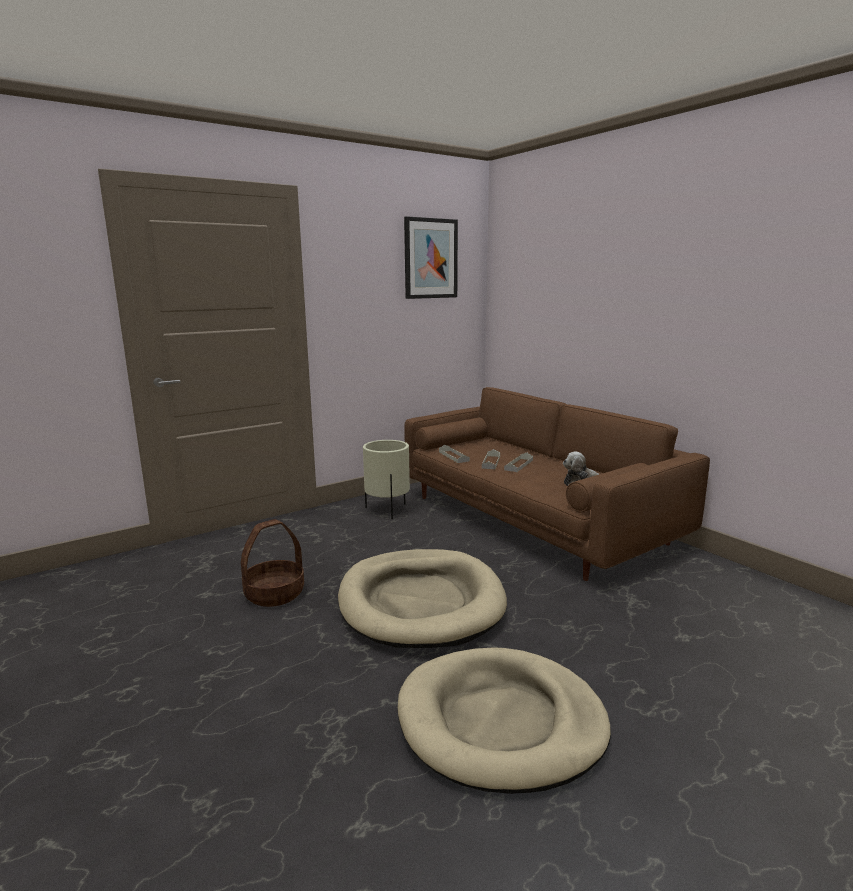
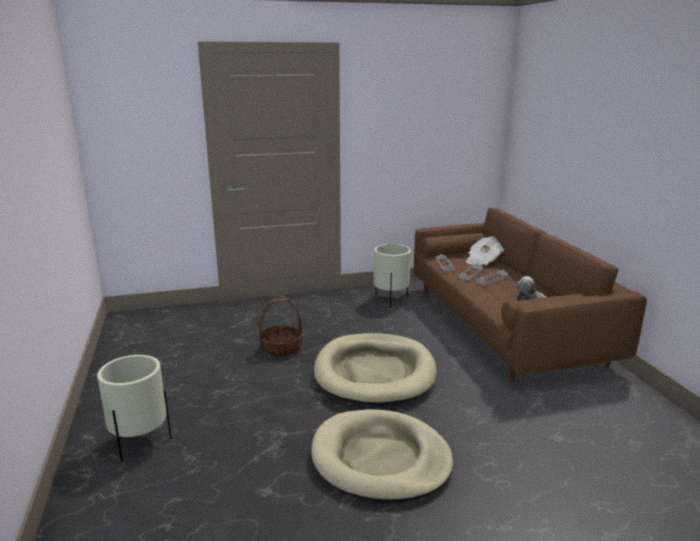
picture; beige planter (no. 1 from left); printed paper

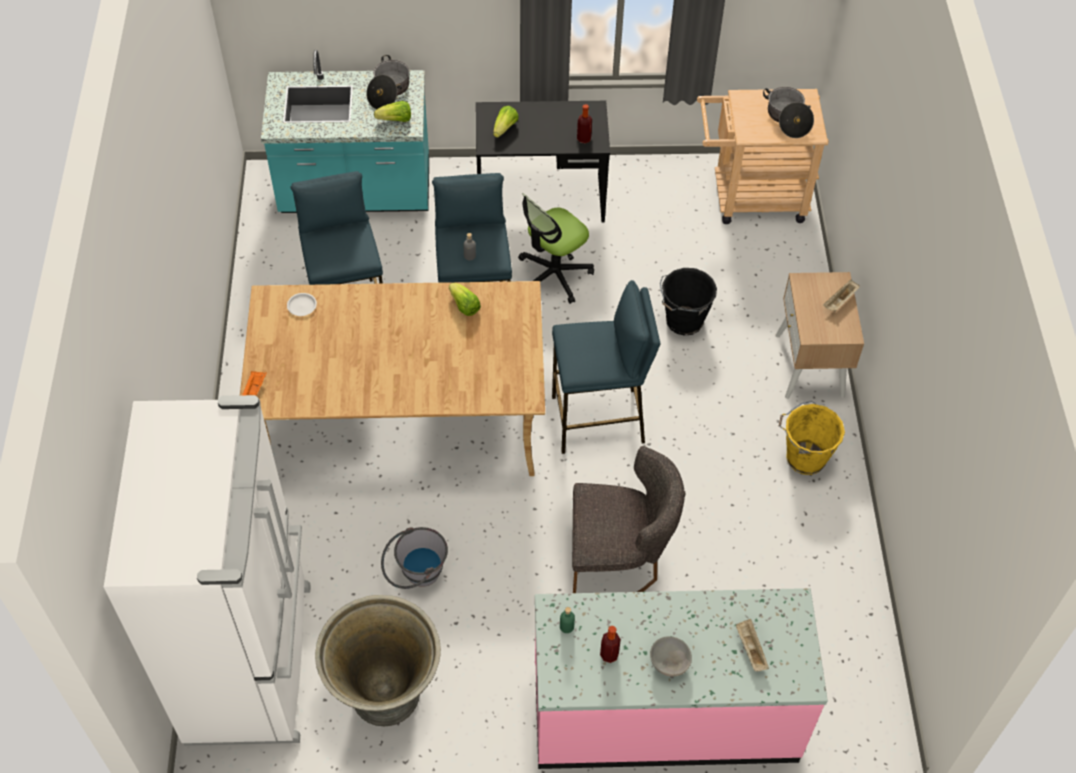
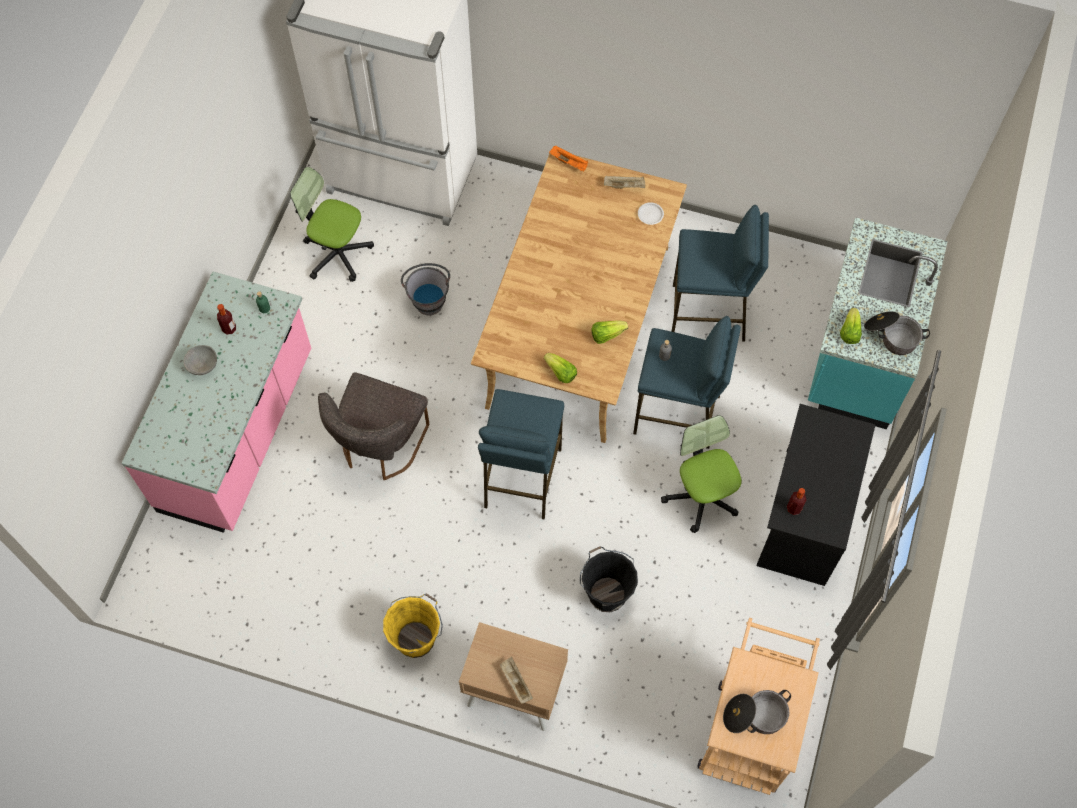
head of lettuce (no. 1 from left); beige serving tray (no. 2 from left); computer chair (no. 1 from left)

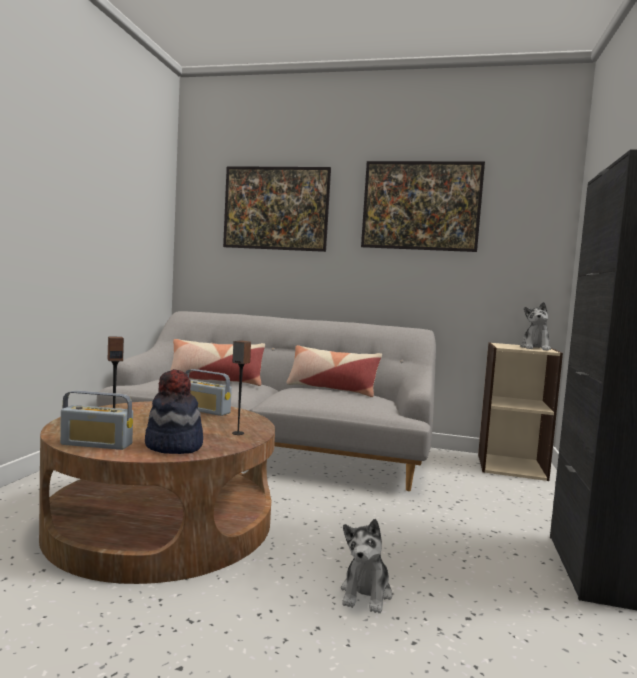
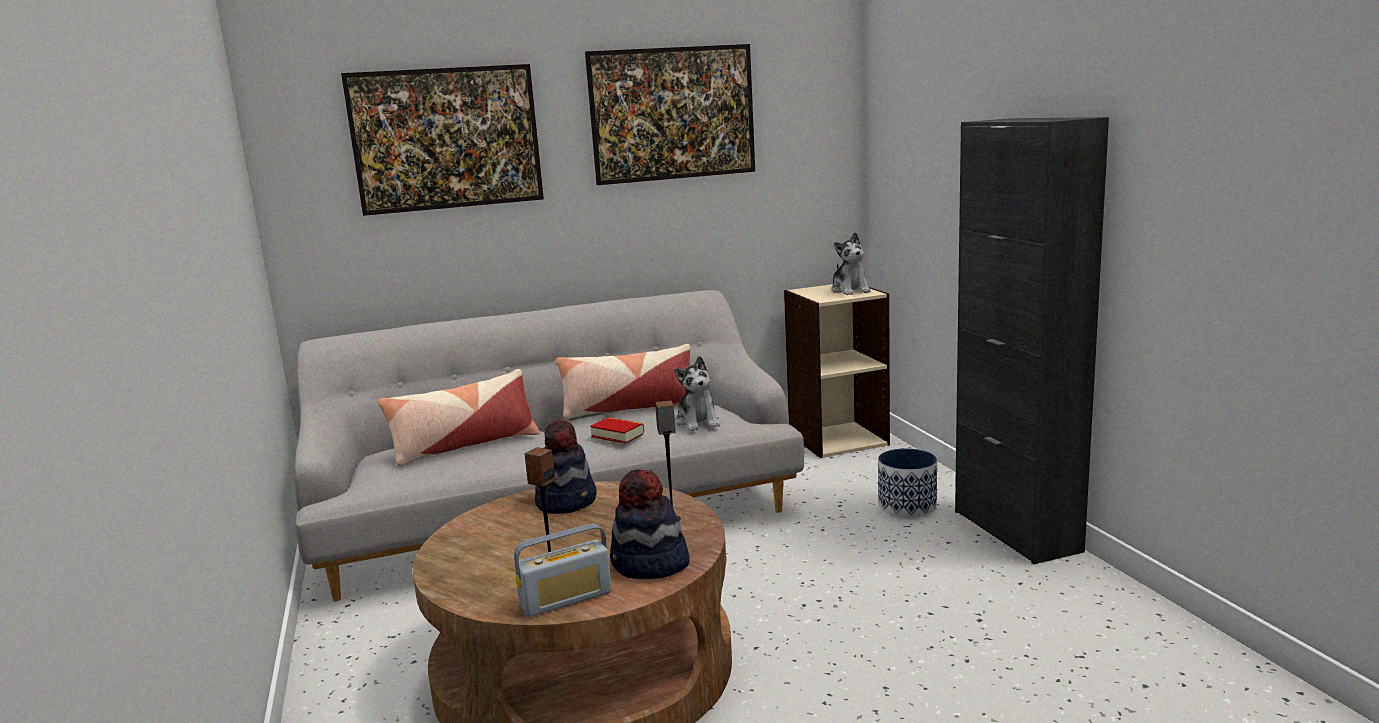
volume; planter; cuddly toy (no. 1 from left); clothing hat (no. 1 from left)

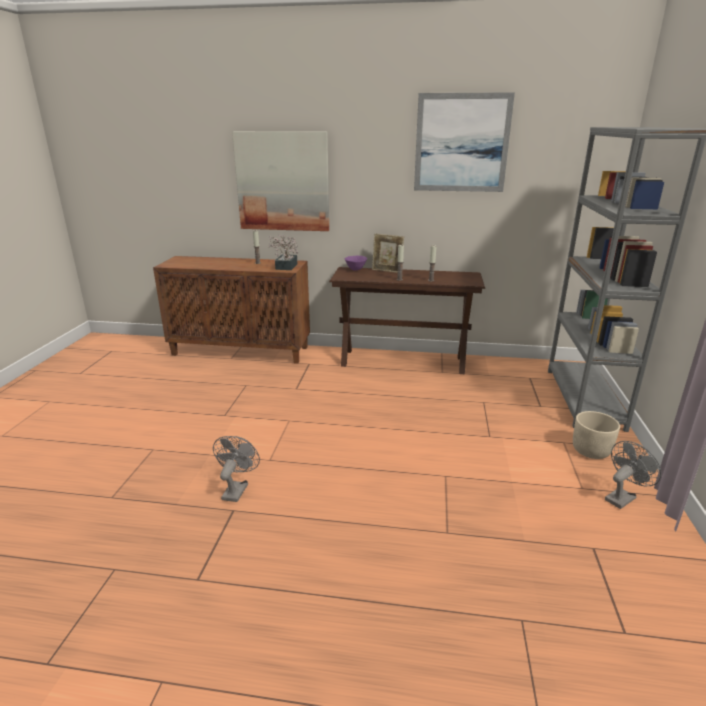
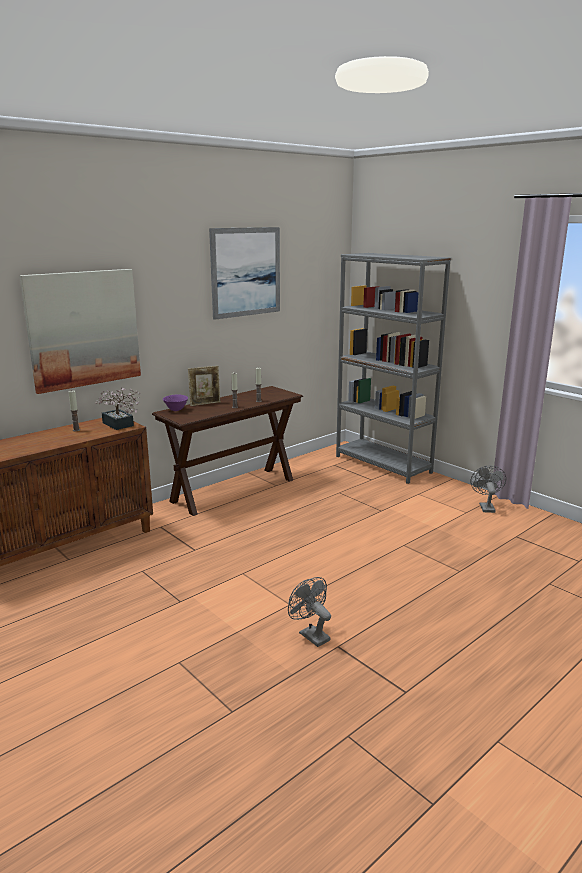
beige planter

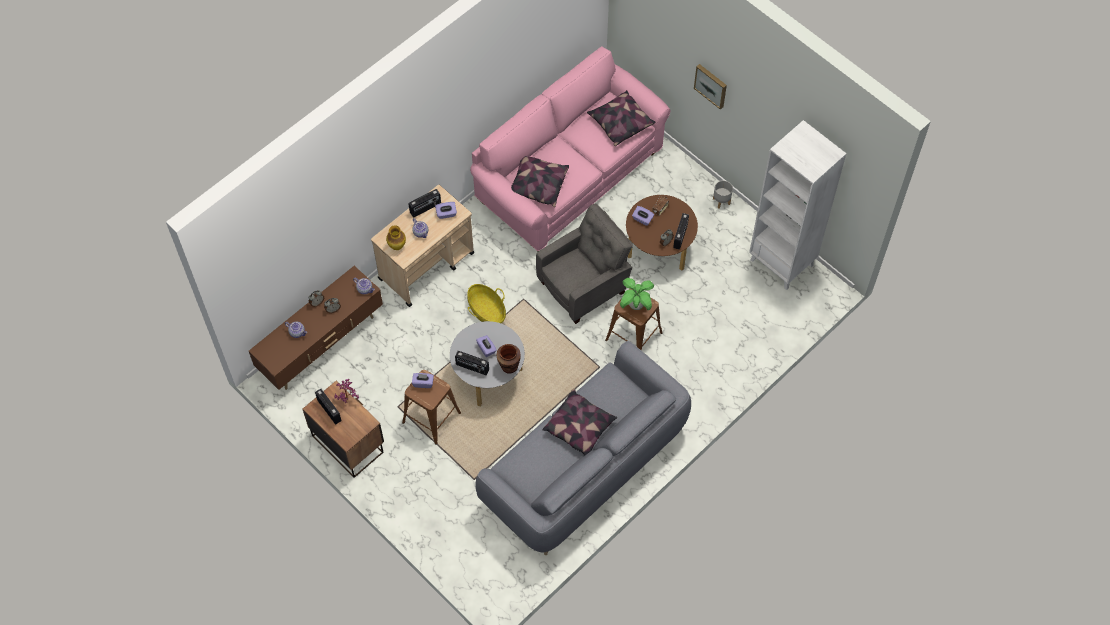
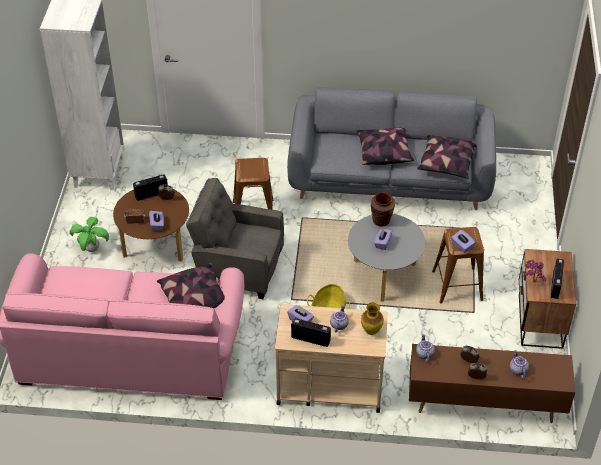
radio set (no. 3 from left in the first image); picture; greyish planter; cushion (no. 3 from left); plant in a pot (no. 1 from left)

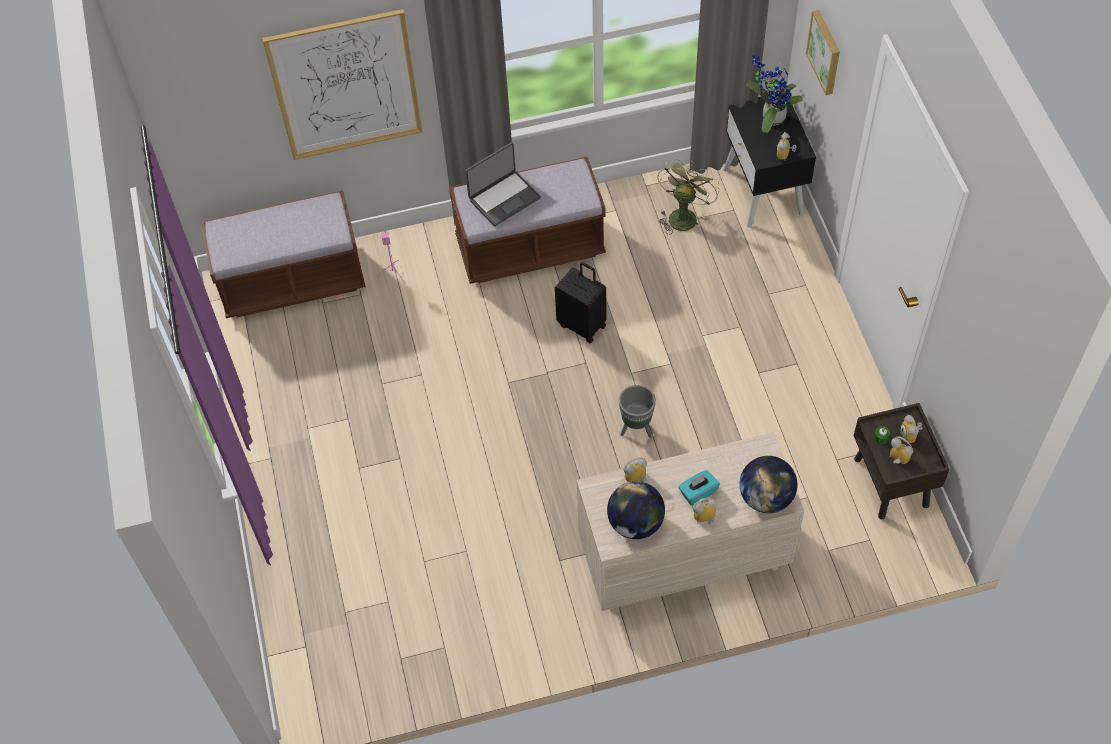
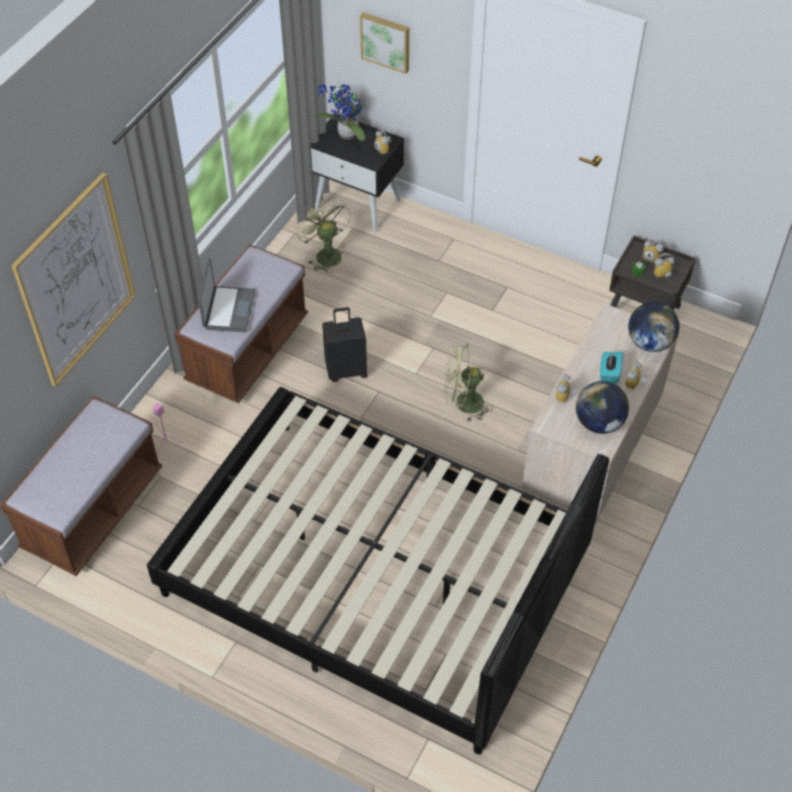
black-coloured sleeping bed; green-coloured electric fan (no. 2 from left)

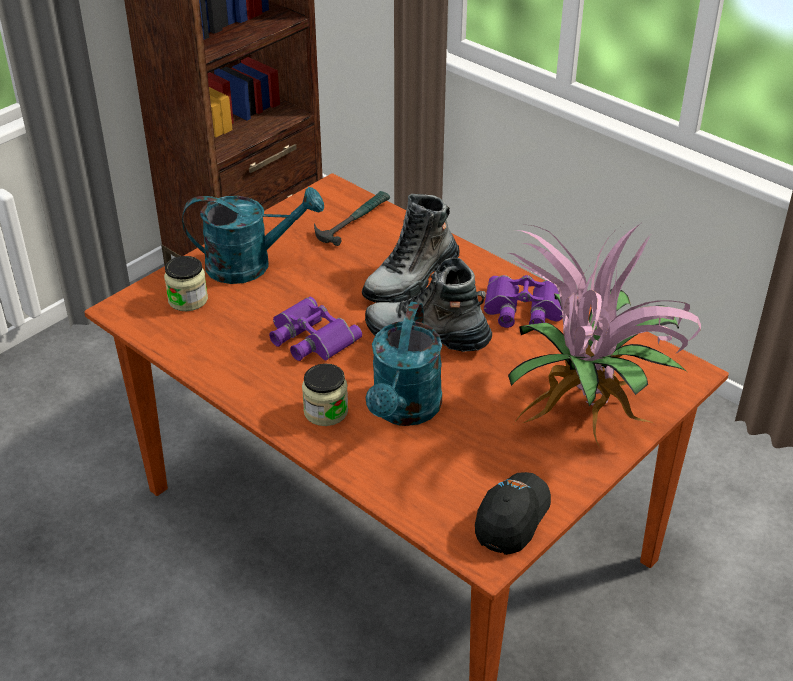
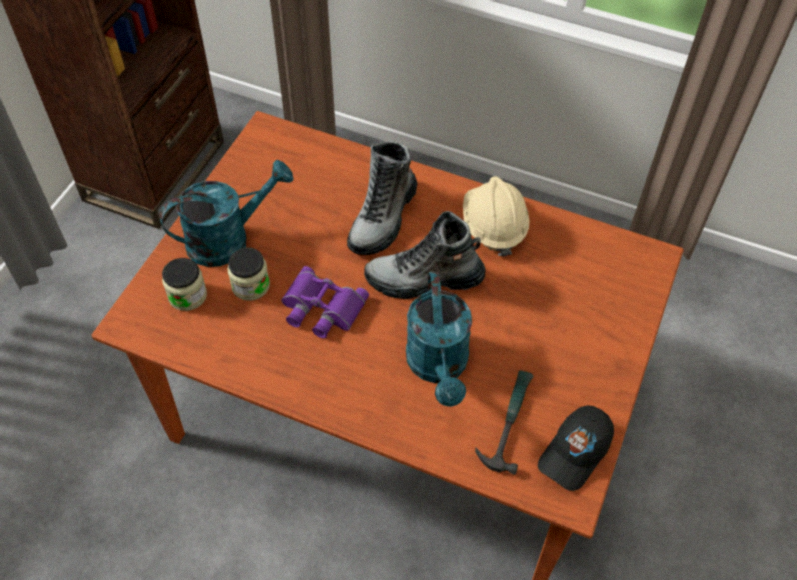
plant in a pot; preserve jar (no. 2 from left); hammer; beige hard hat; black-coloured peaked cap

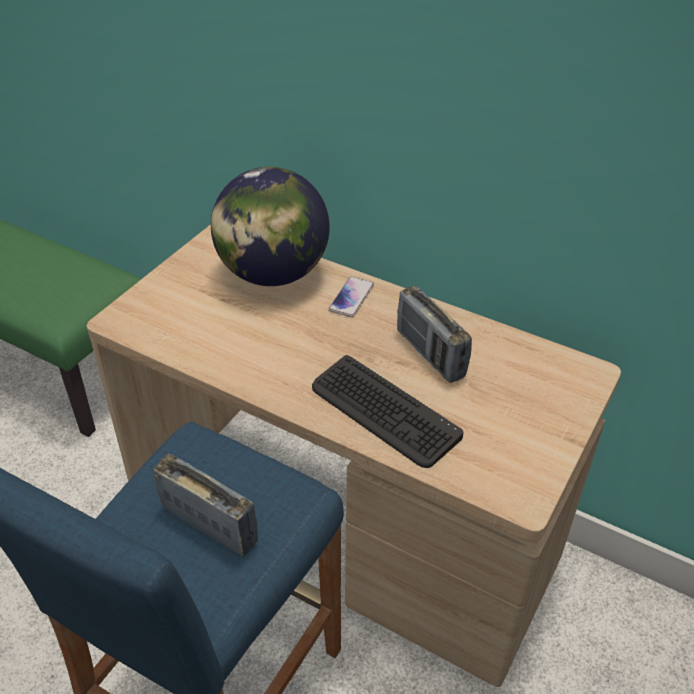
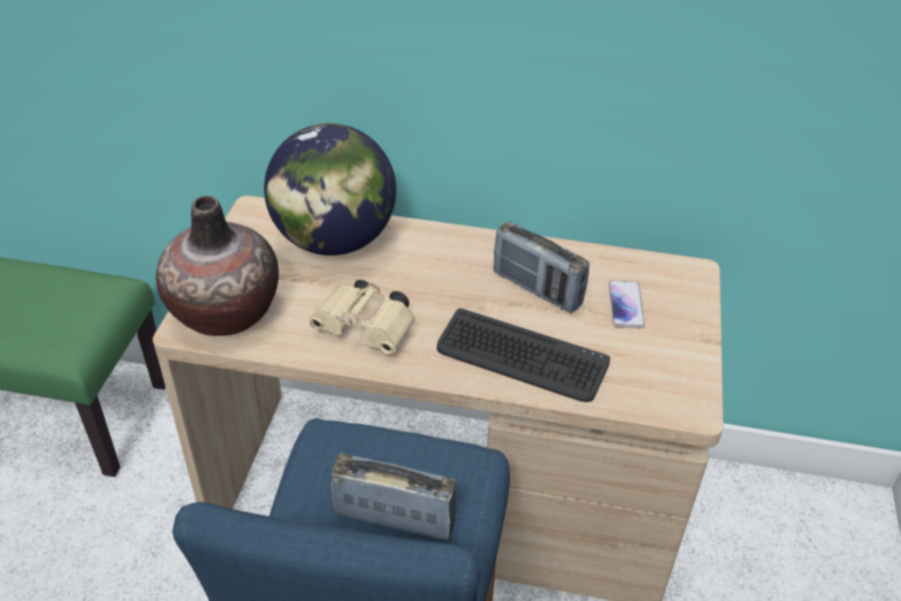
flower vase; beige field glasses; handset

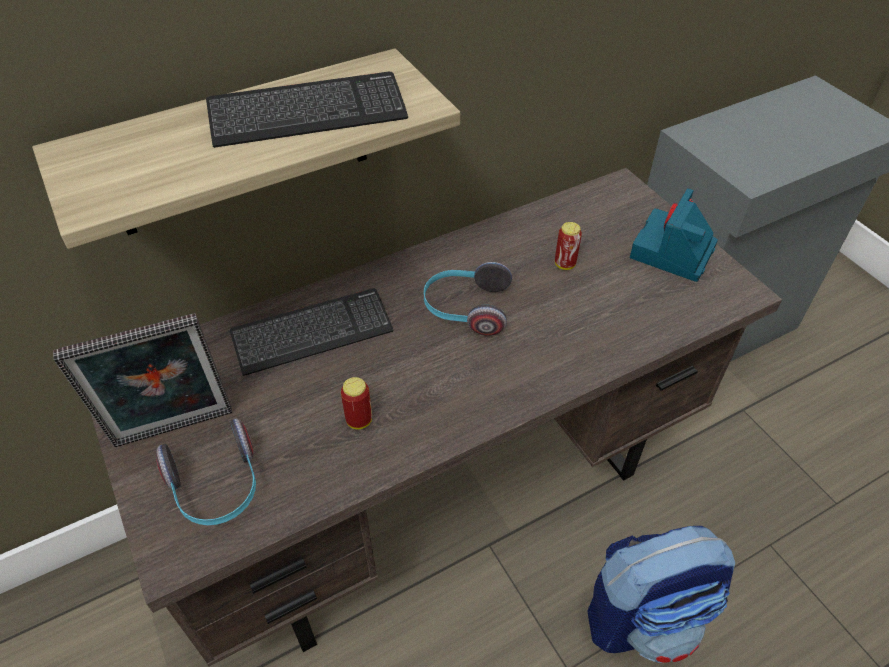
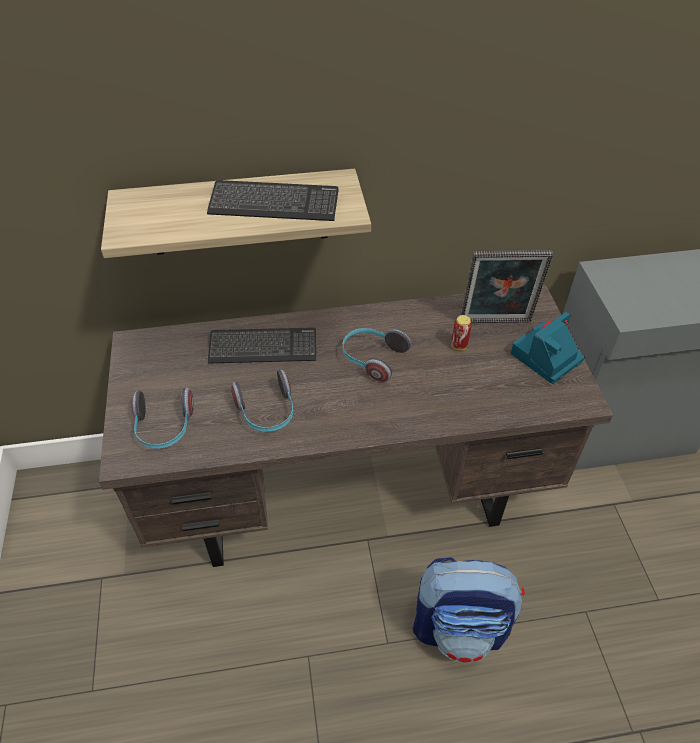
photo frame; pair of headphones (no. 2 from left)

